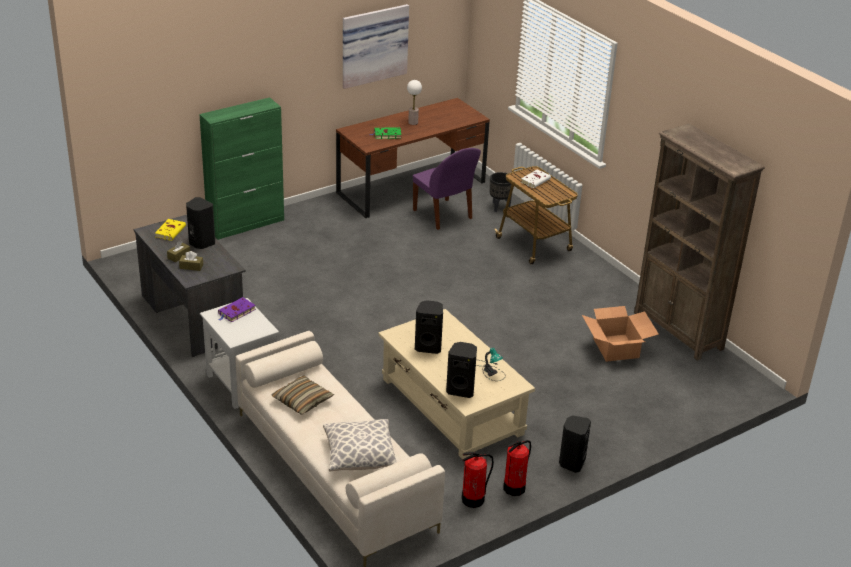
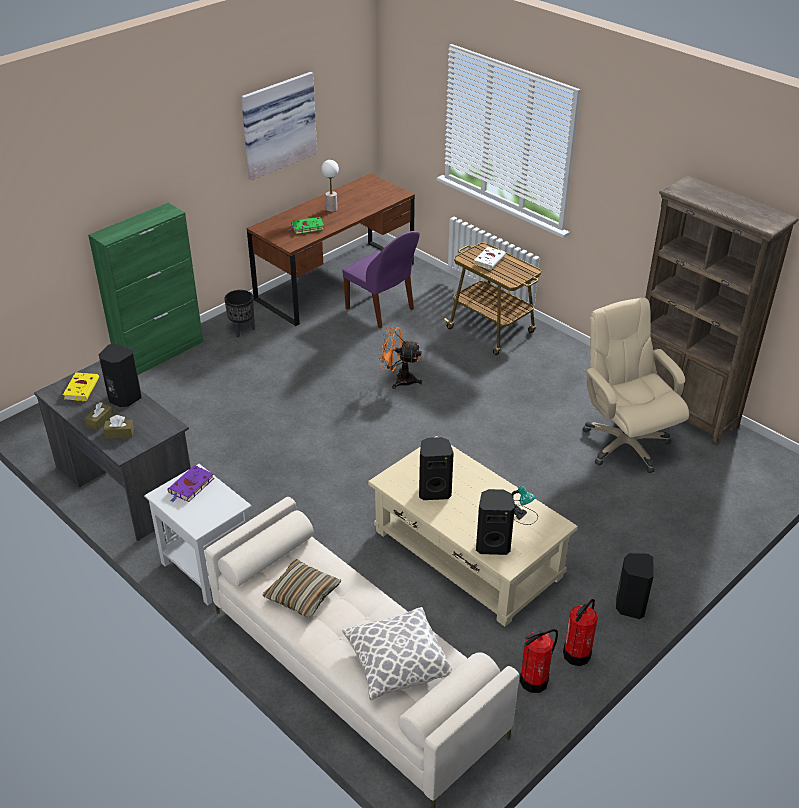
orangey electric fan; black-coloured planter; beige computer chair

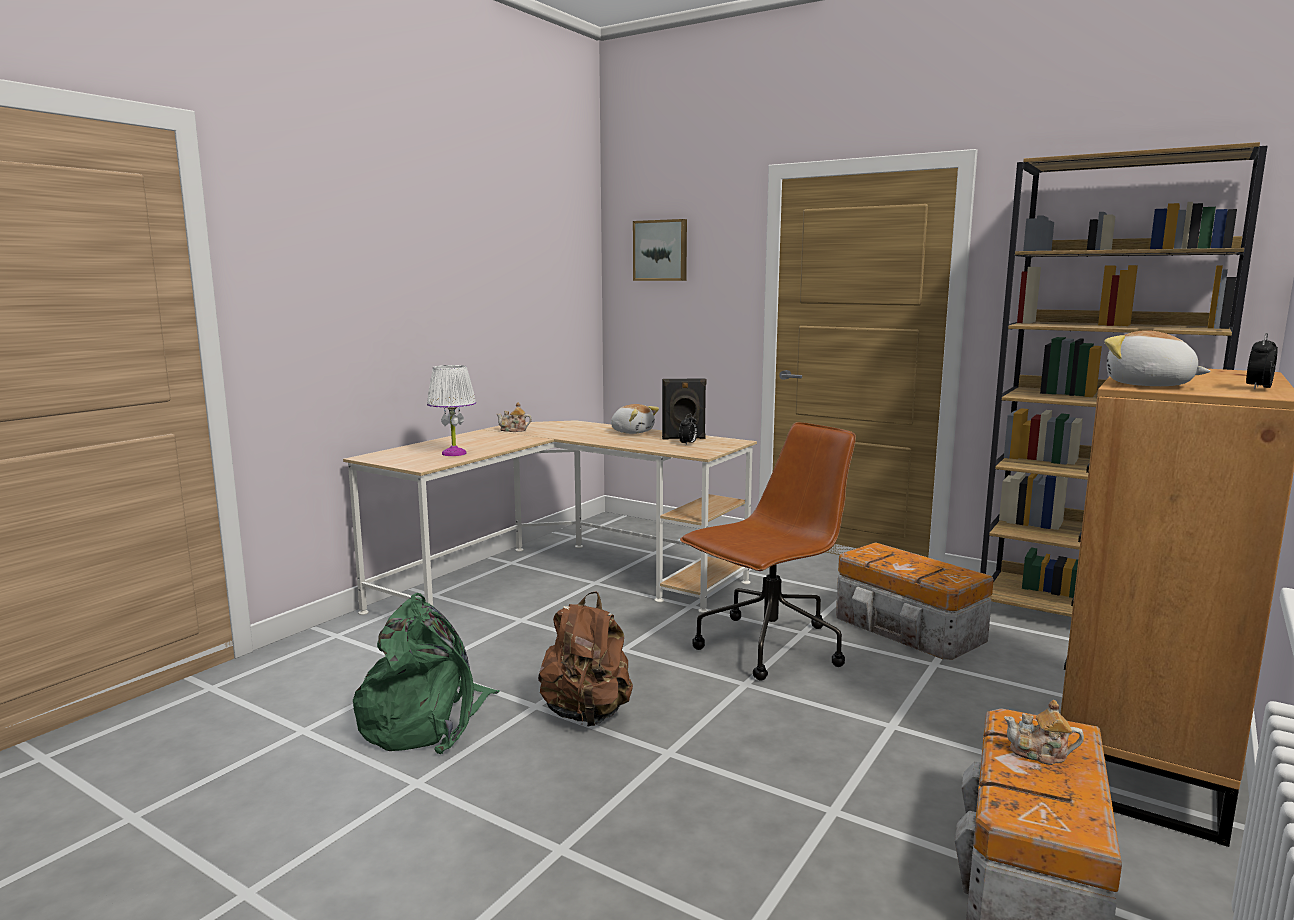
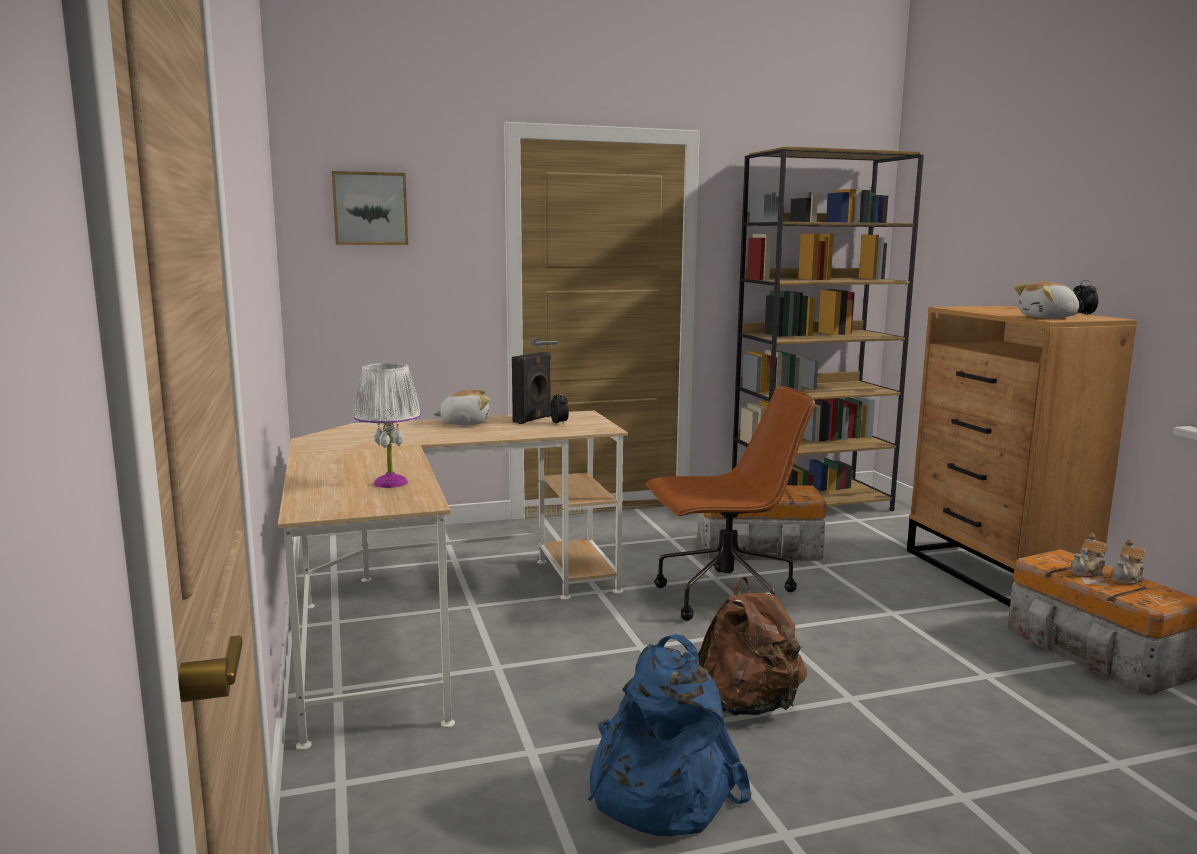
pot for tea (no. 2 from left); bluish backpack; brown computer chair

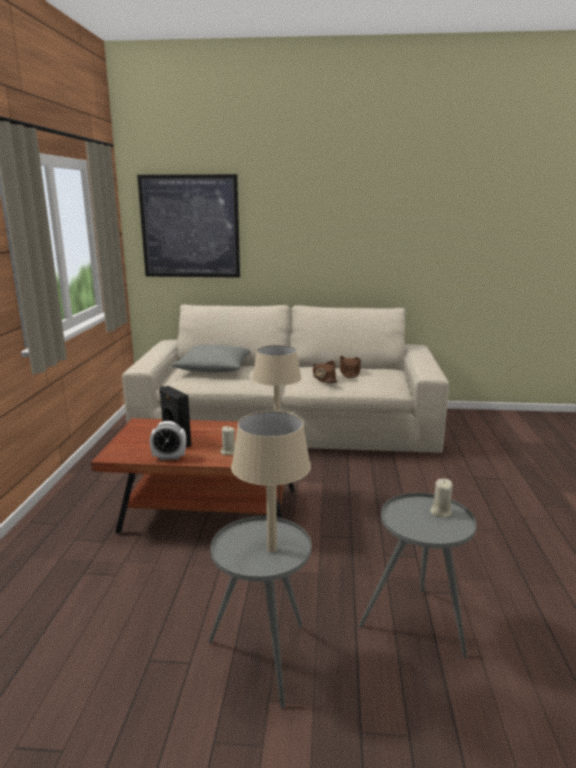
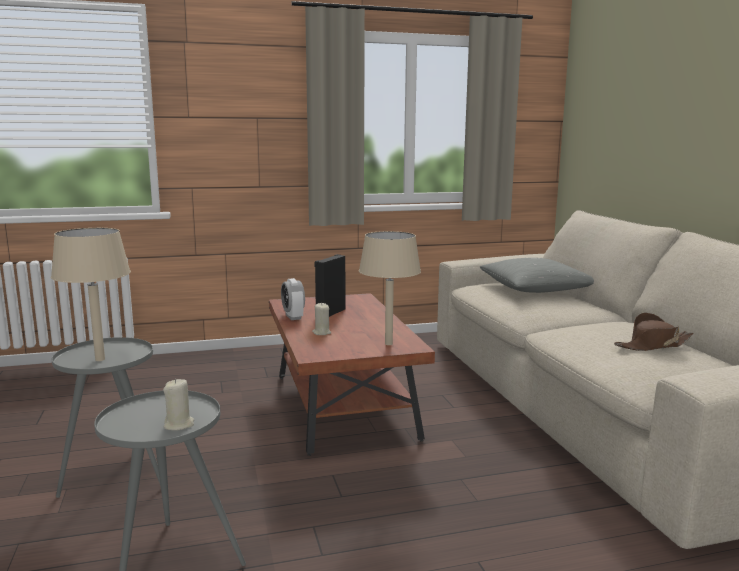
picture; brown clothing hat (no. 1 from left in the first image)

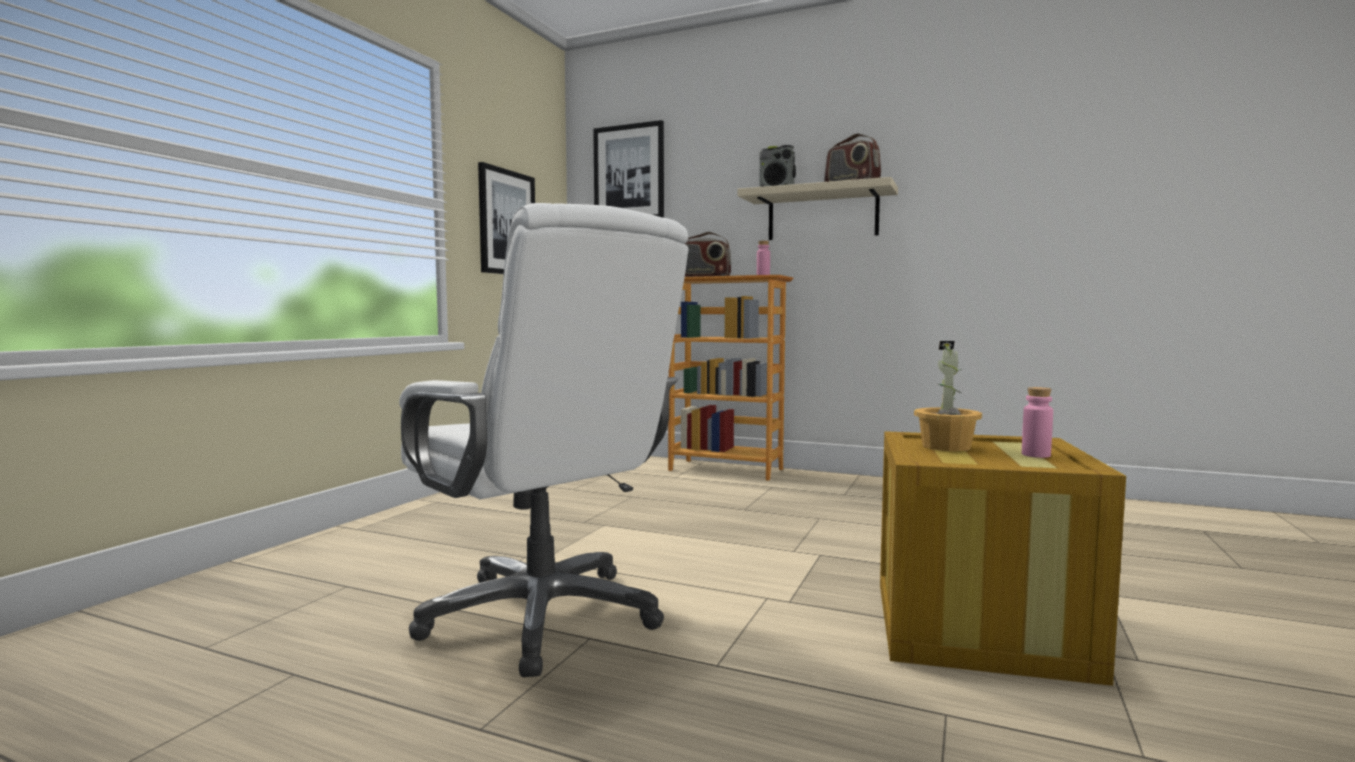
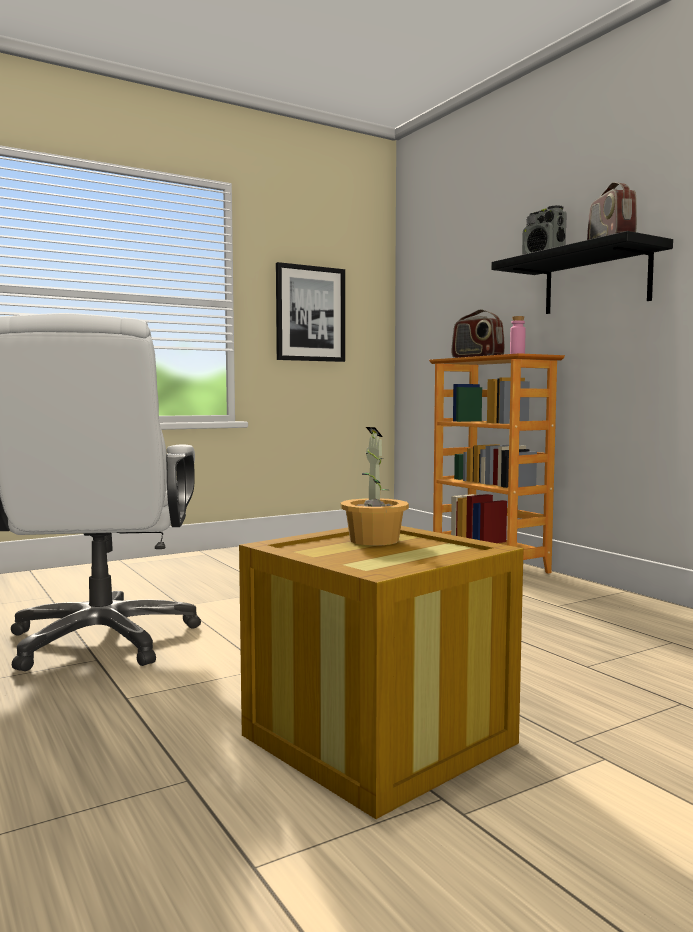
picture (no. 2 from left in the first image); pink beverage bottle (no. 2 from left in the first image); black-coloured wall shelf

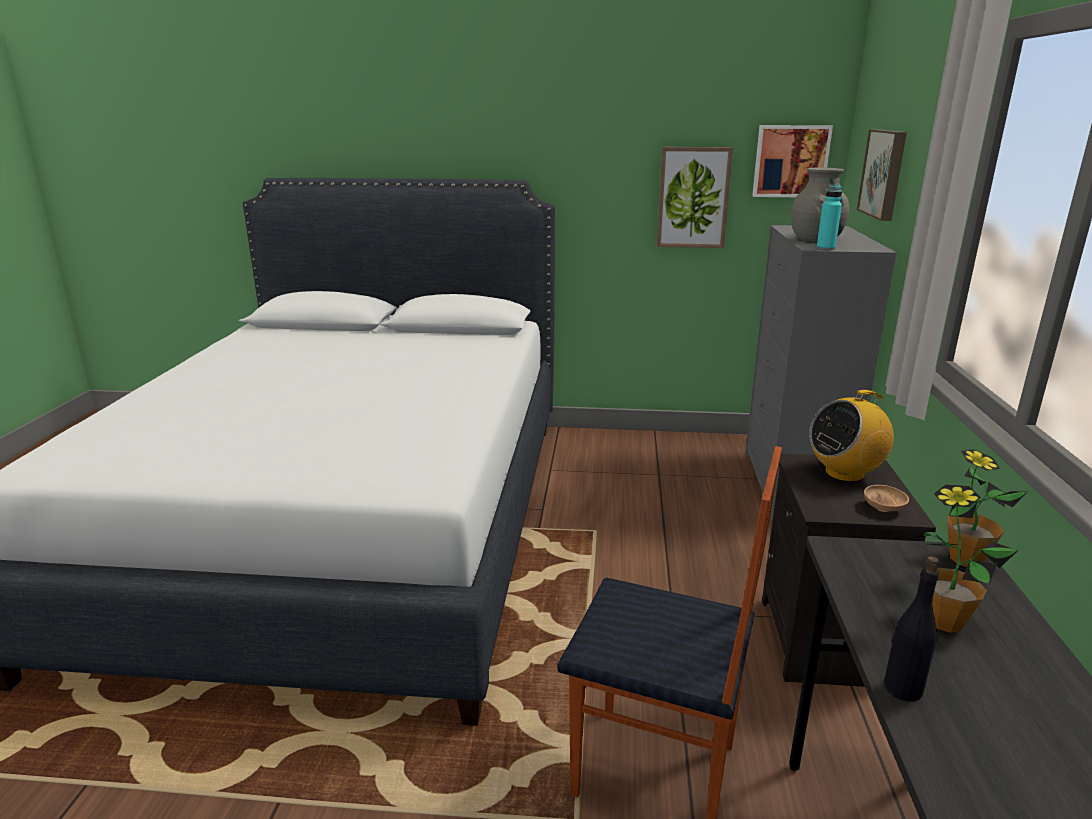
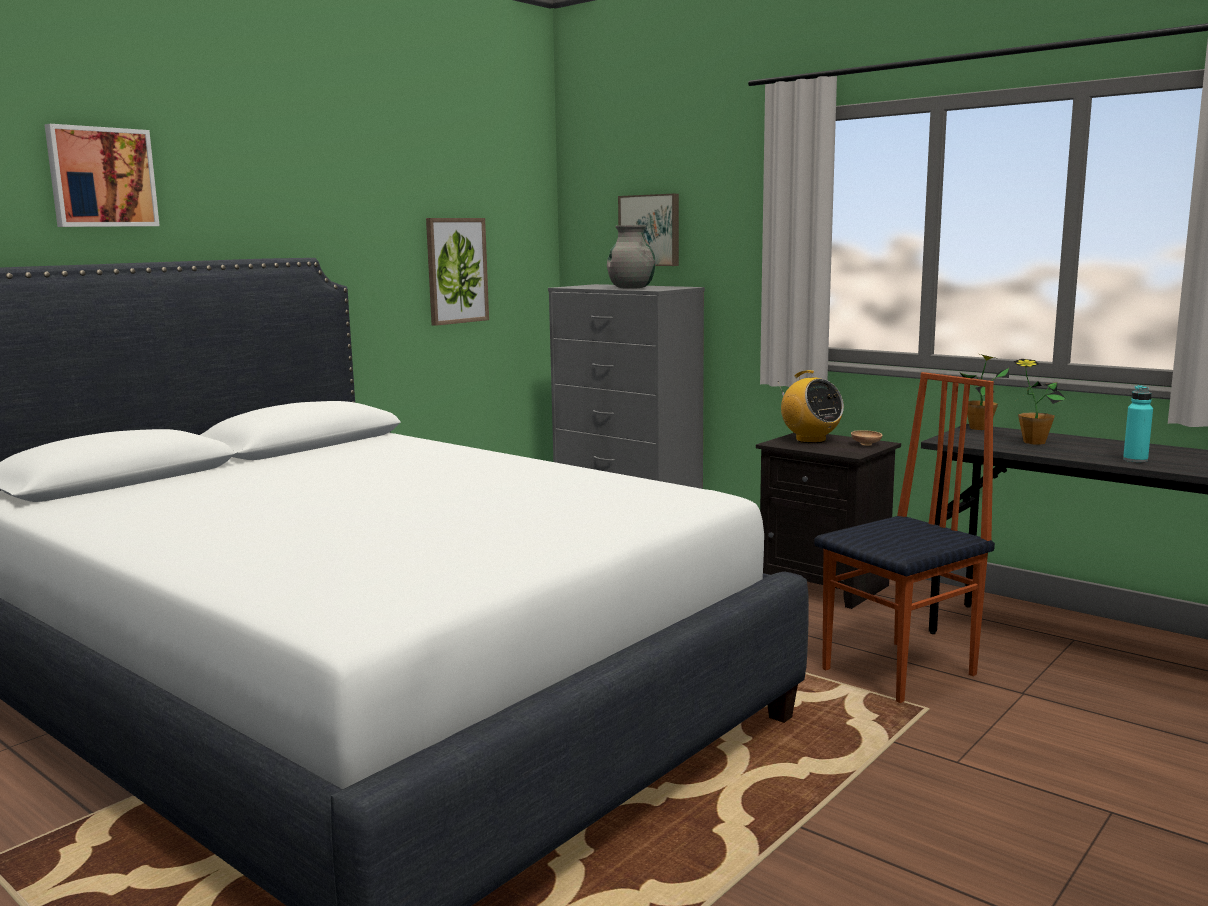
black-coloured beverage bottle; picture (no. 1 from left); blue-green beverage bottle; radio set

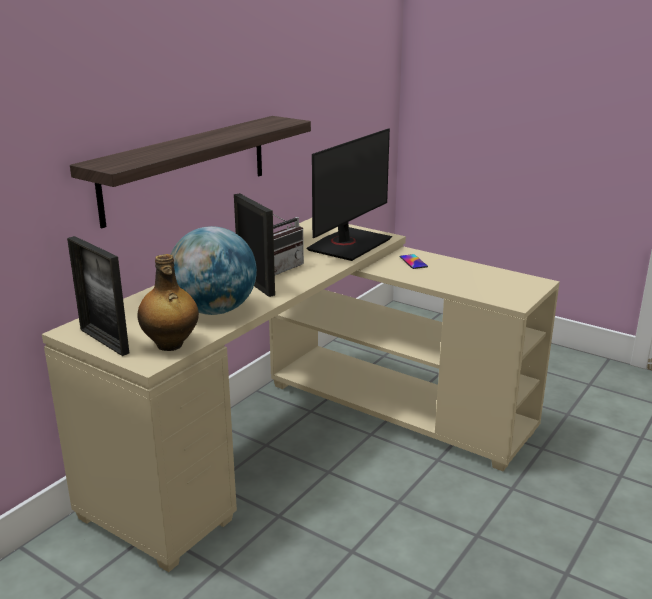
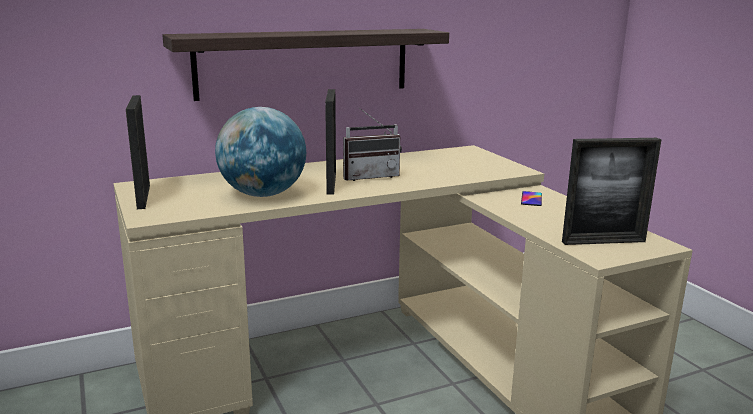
beverage bottle; monitor; photo frame (no. 3 from left)

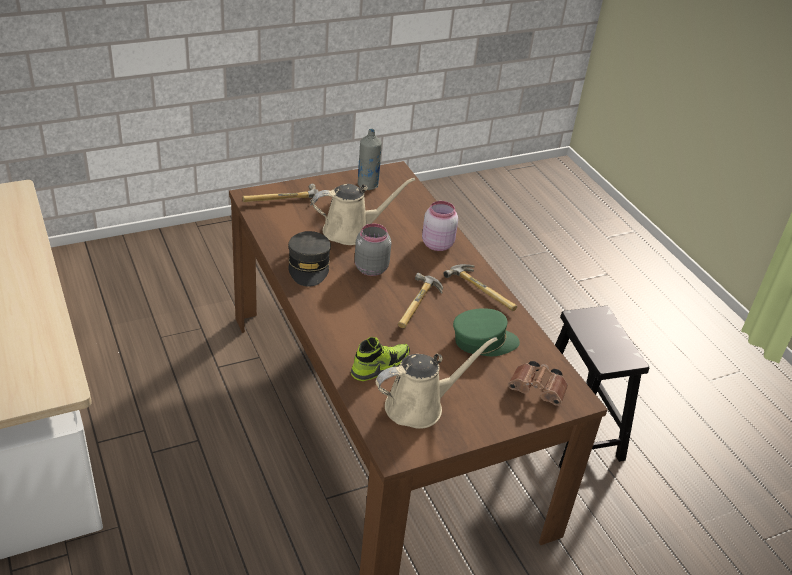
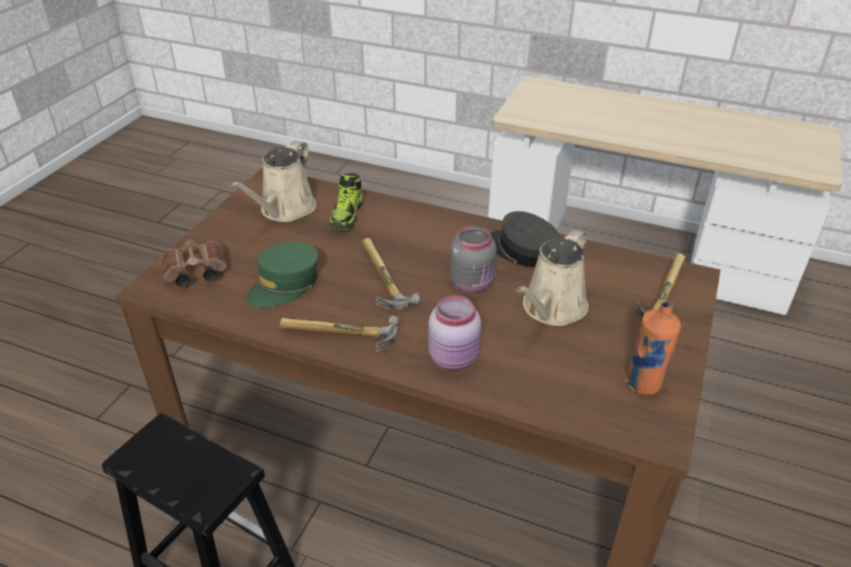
orangey beverage bottle

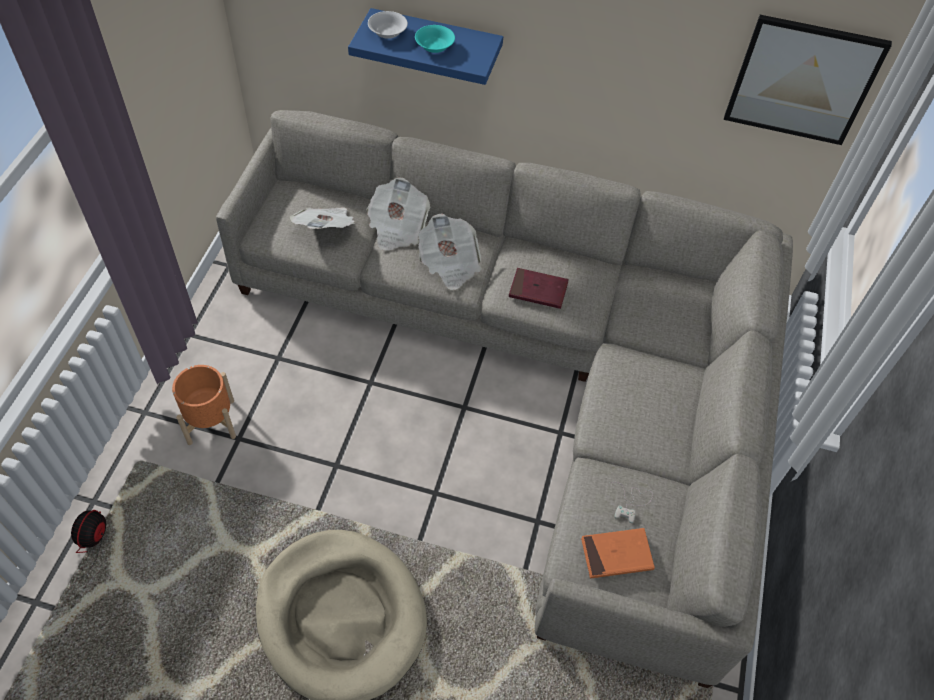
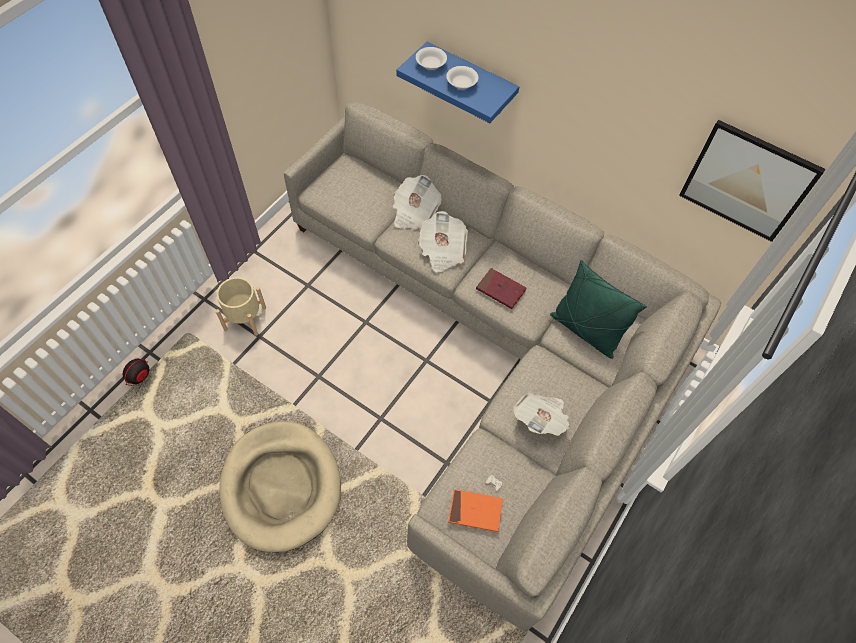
green-coloured cushion; printed paper (no. 3 from left); beige planter; white-coloured bowl (no. 2 from left)

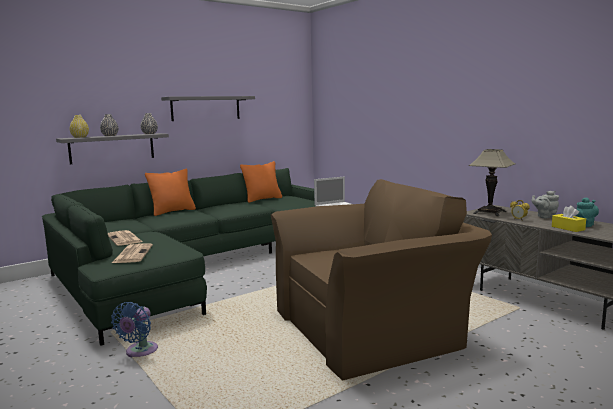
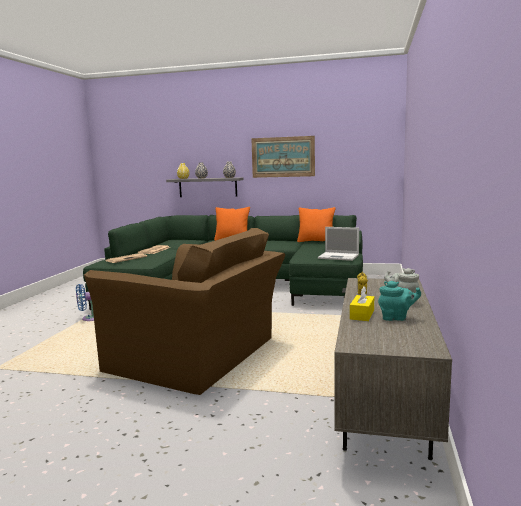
table lamp; picture

